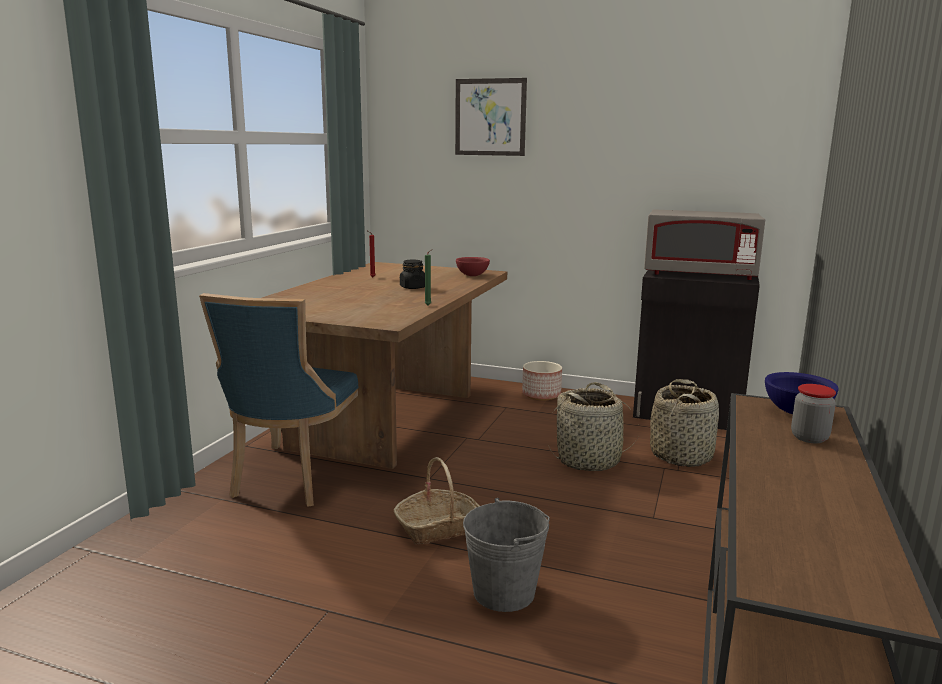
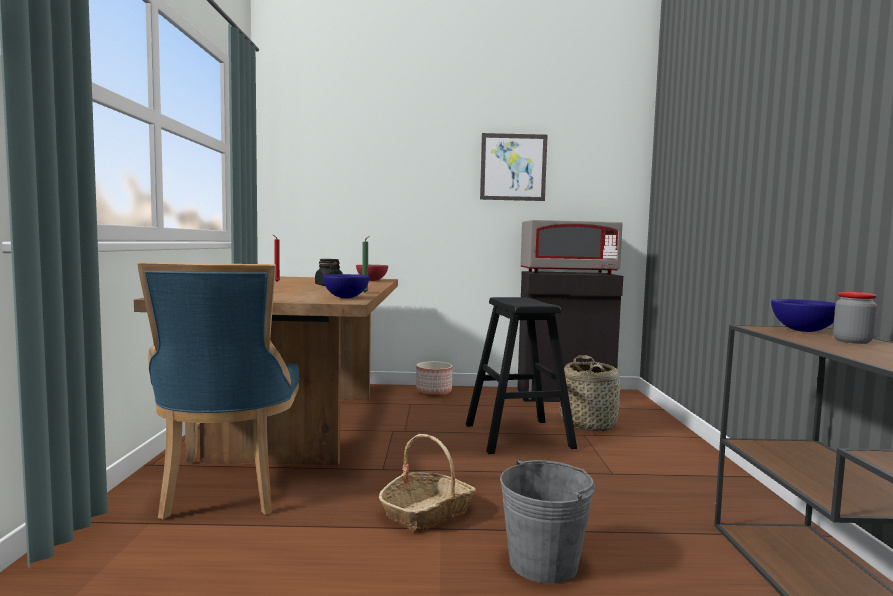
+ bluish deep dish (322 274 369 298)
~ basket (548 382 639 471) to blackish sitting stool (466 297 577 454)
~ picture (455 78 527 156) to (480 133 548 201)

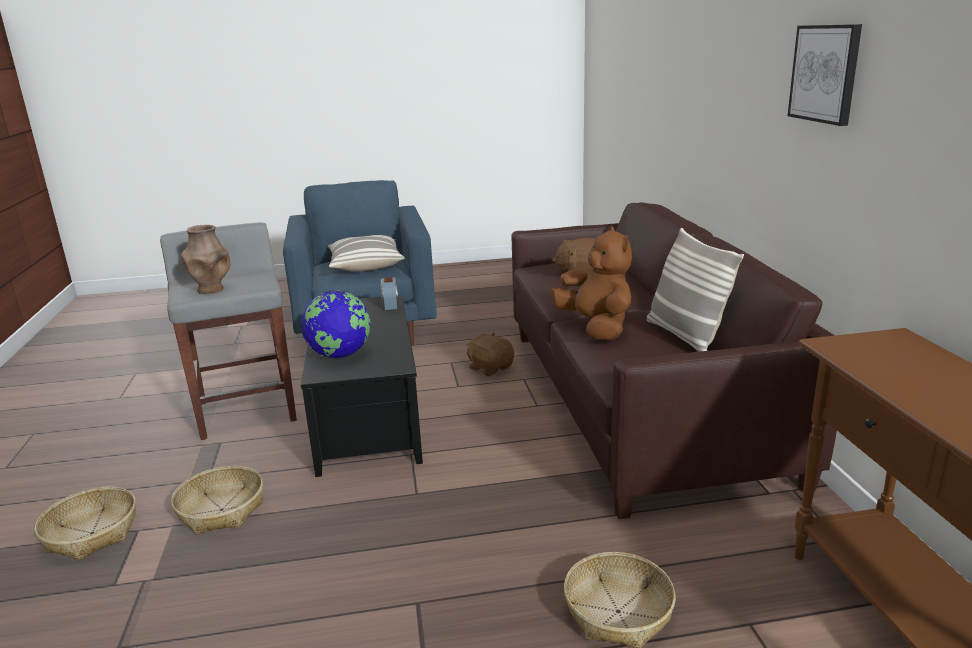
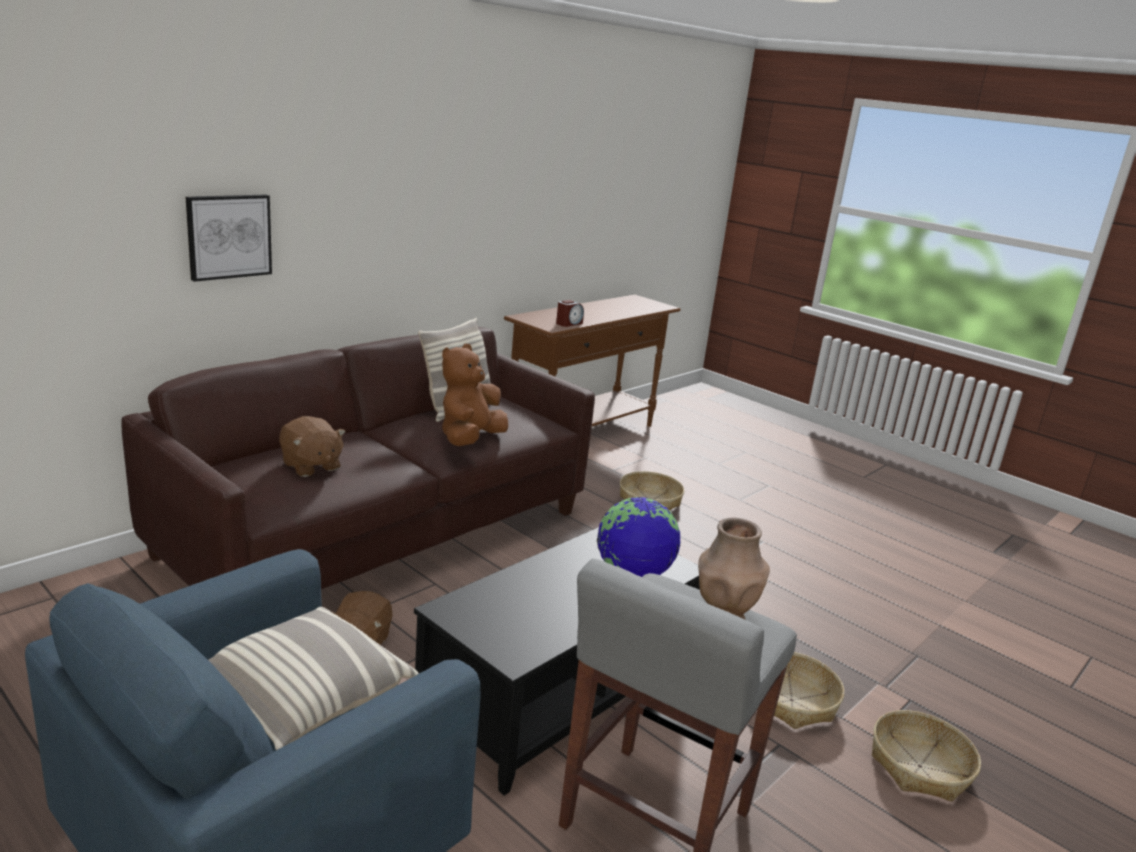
~ picture (788 24 862 126) to (186 194 272 282)
~ bedside clock (380 277 399 310) to (556 300 584 327)

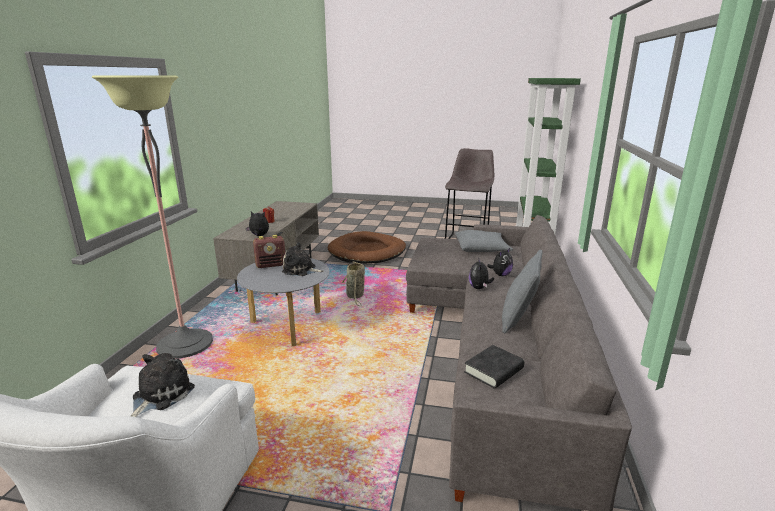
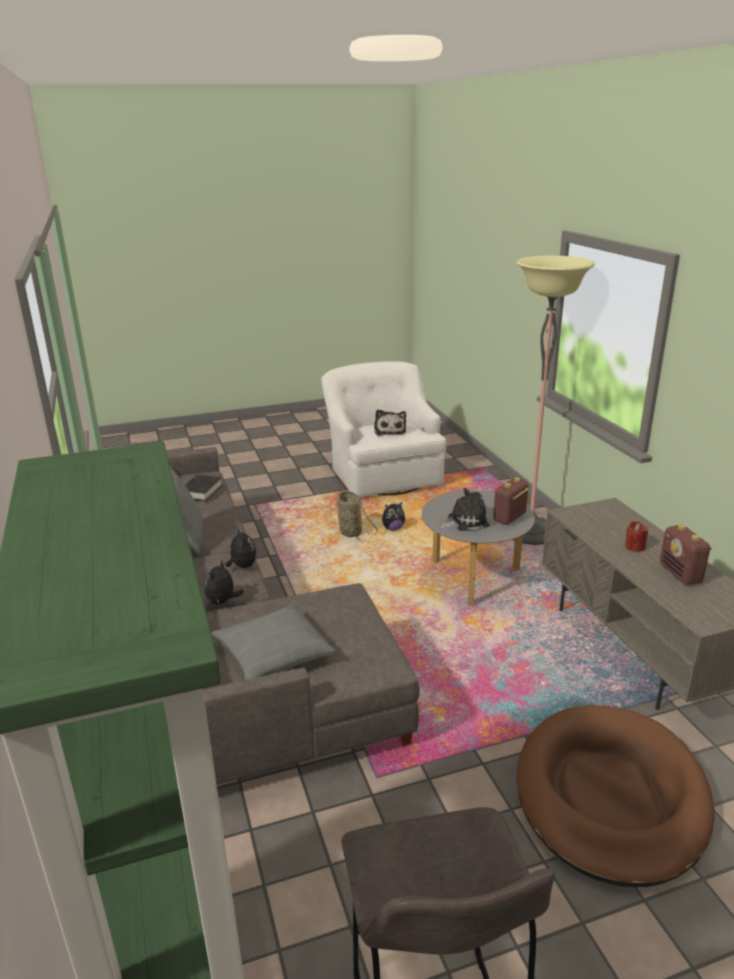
~ basket (342 261 365 306) to (325 491 378 541)
~ plush toy (246 211 269 236) to (382 502 405 530)
+ radio receiver (660 524 712 585)

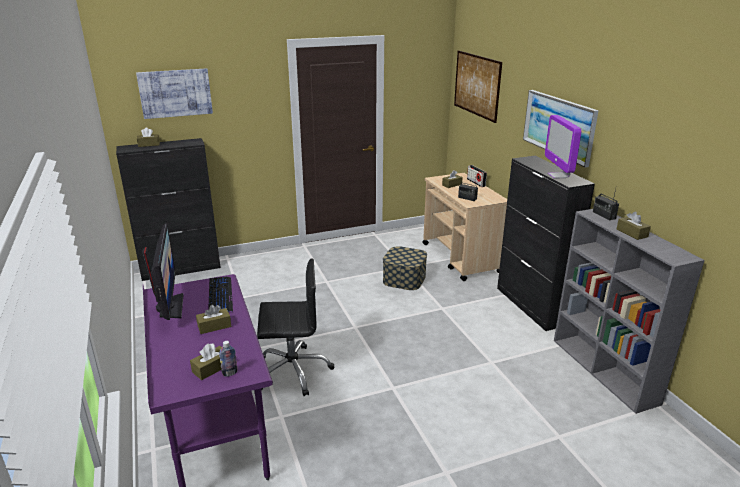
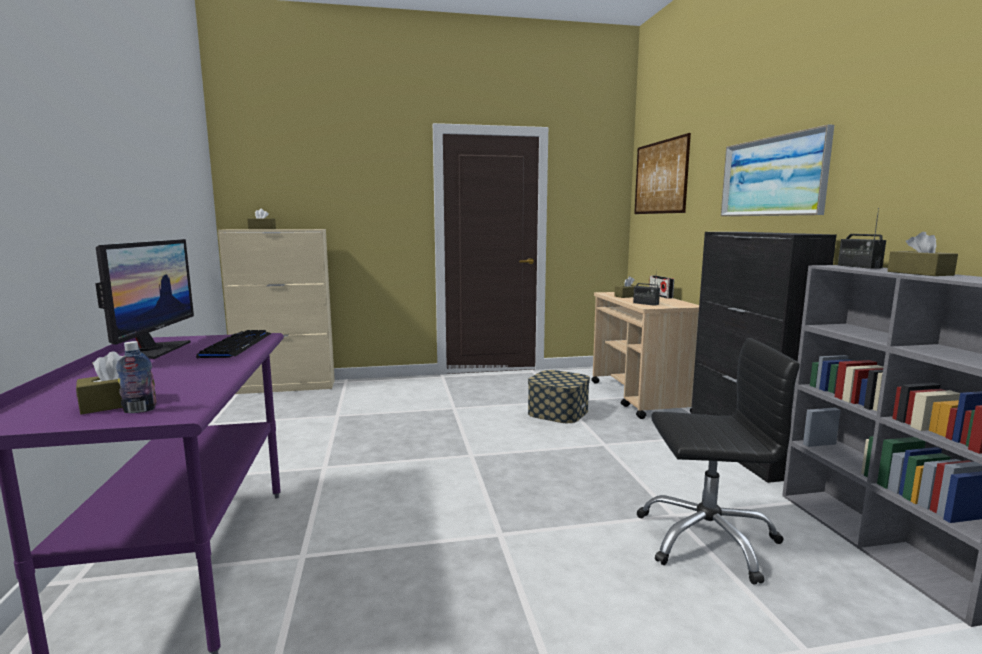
~ blackish storage cabinet (116 138 221 281) to sand-coloured storage cabinet (218 229 335 394)
~ blackish desk chair (257 258 334 396) to (636 338 800 585)
- picture (136 68 213 119)
- brown tissue box (196 305 231 334)
- computer screen (545 115 581 179)

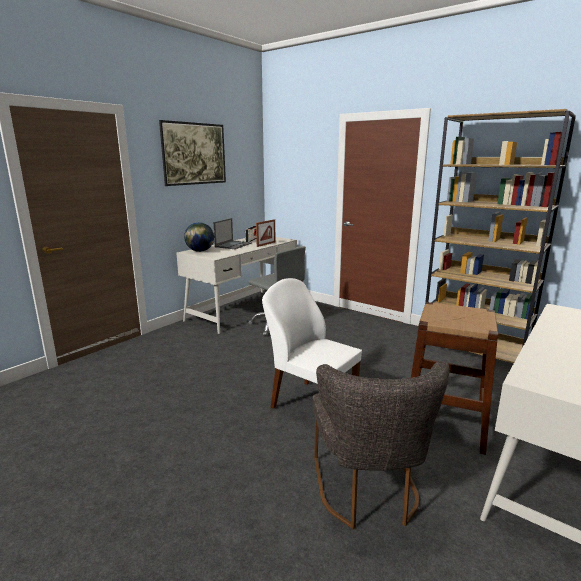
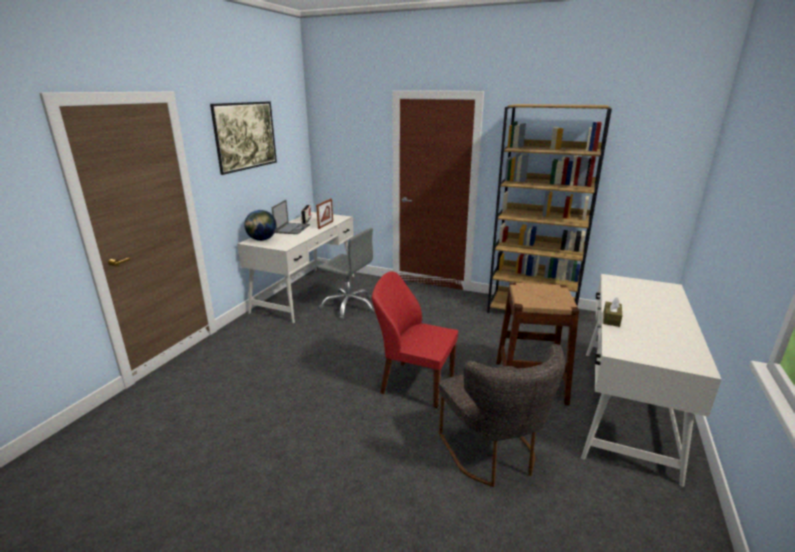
~ whitish plain chair (262 278 362 409) to red-coloured plain chair (372 271 458 408)
+ brown tissue box (603 297 622 327)

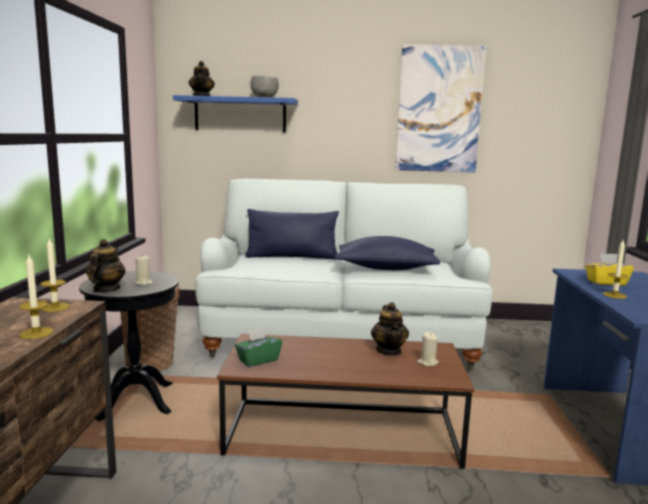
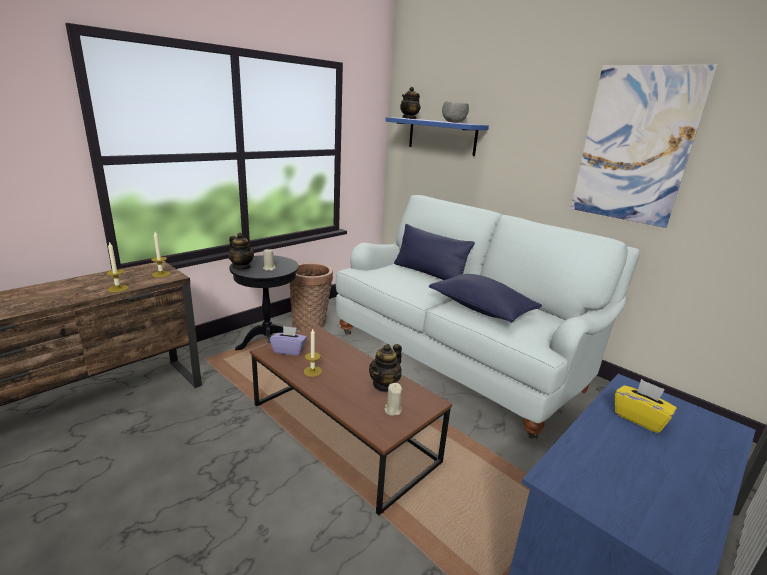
~ teapot (86 239 126 292) = (228 233 254 270) 90 degrees clockwise
~ green tissue box (235 327 282 367) to purple tissue box (270 326 307 356)
~ wax candle (603 240 628 299) to (304 329 322 377)

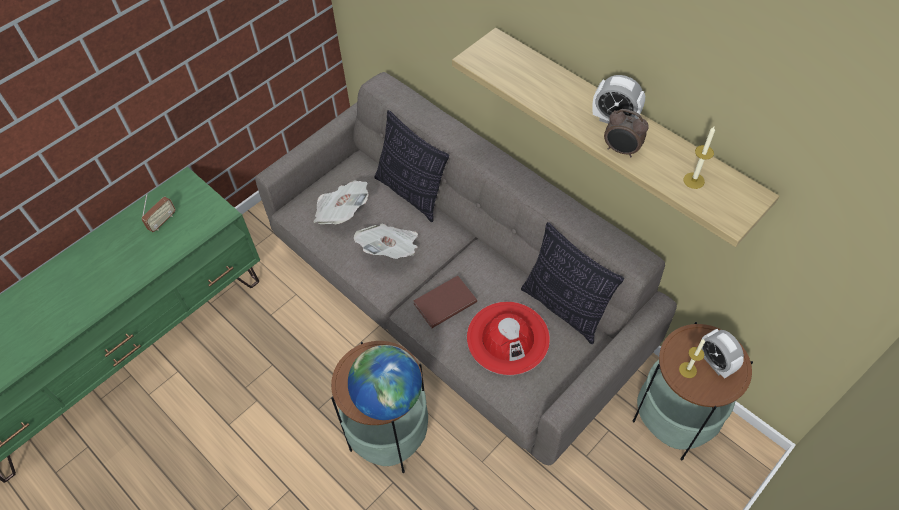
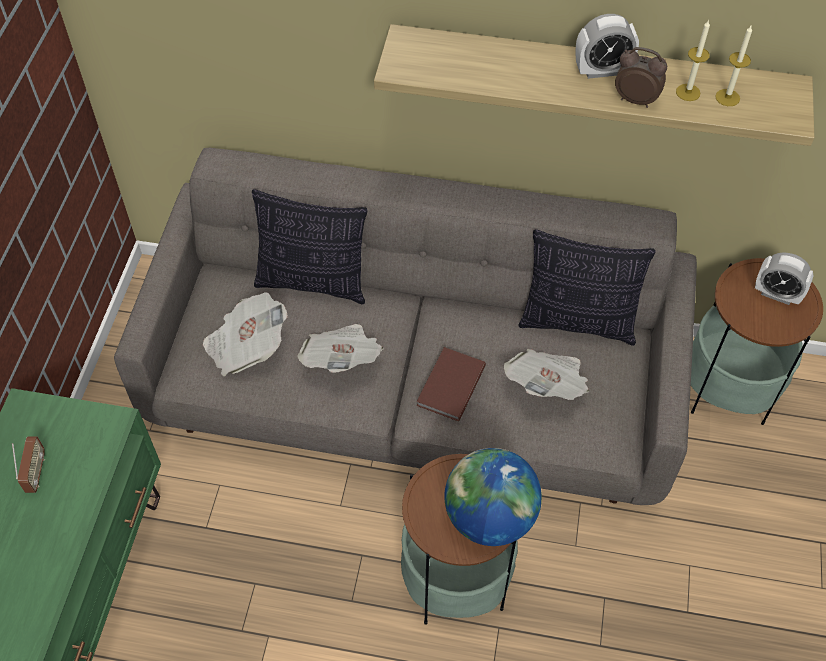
~ red-coloured wearable hat (467 302 550 375) to newspaper (504 349 589 400)
~ bedside clock (604 109 649 157) = (615 47 667 108) 150 degrees counterclockwise
~ wax candle (679 339 705 378) to (676 20 710 101)

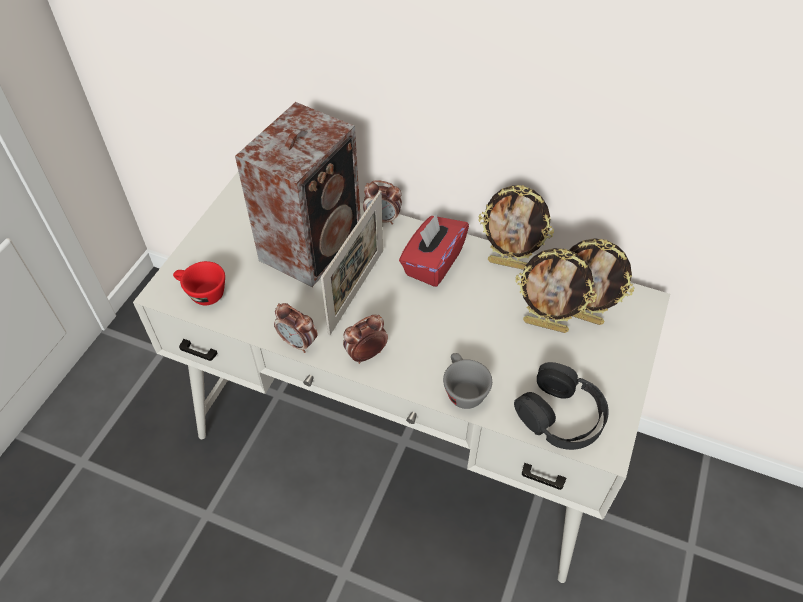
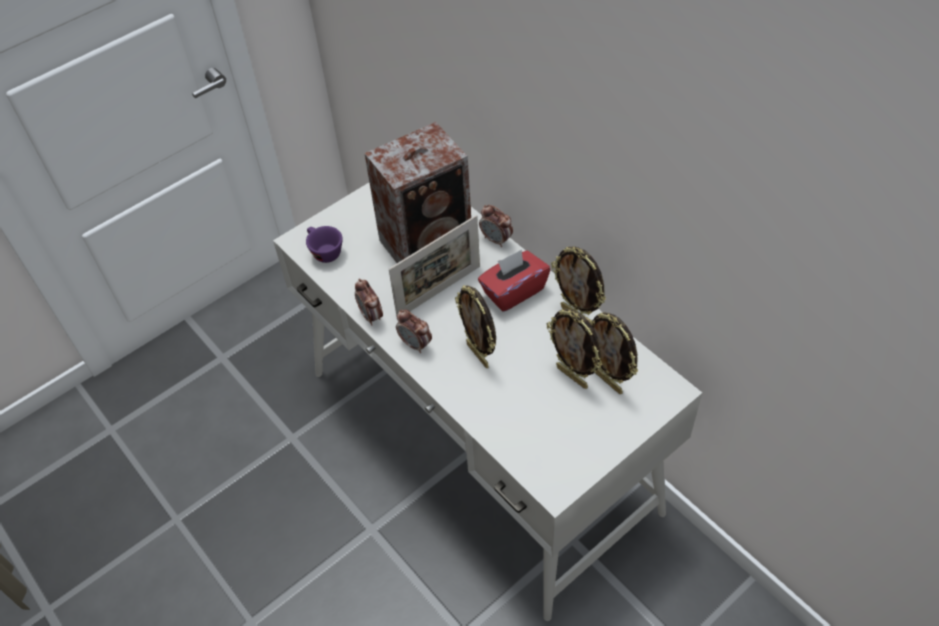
~ red-coloured small cup (173 261 225 305) to purple small cup (306 226 343 263)
~ bedside clock (343 315 388 364) = (396 310 432 353) 135 degrees counterclockwise
+ photo frame (455 285 496 368)
- gray small cup (443 353 492 409)
- blackish headphones (514 362 609 450)

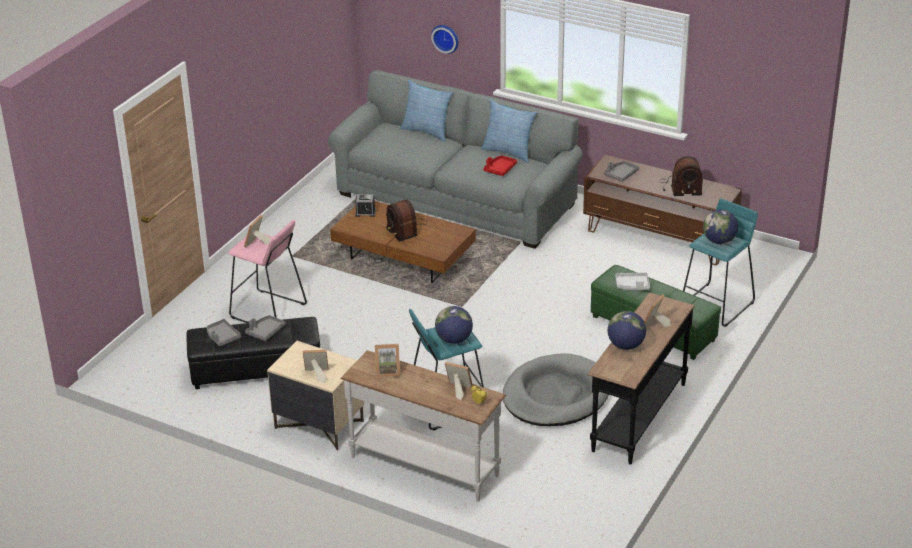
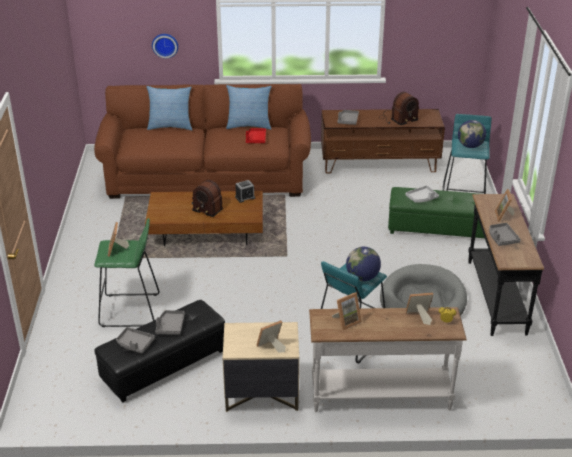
~ gray settee (328 70 583 249) to brown settee (94 84 311 199)
~ pink sitting stool (228 220 307 323) to green sitting stool (94 218 160 327)
~ bedside clock (355 194 376 217) to (235 180 255 203)
~ globe (608 311 646 350) to gray tray (489 223 521 246)

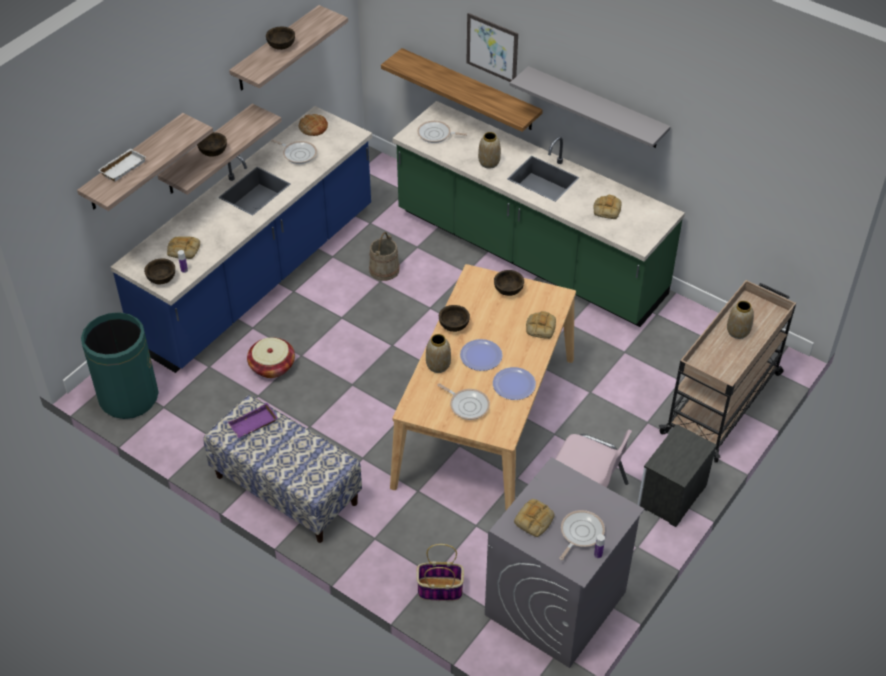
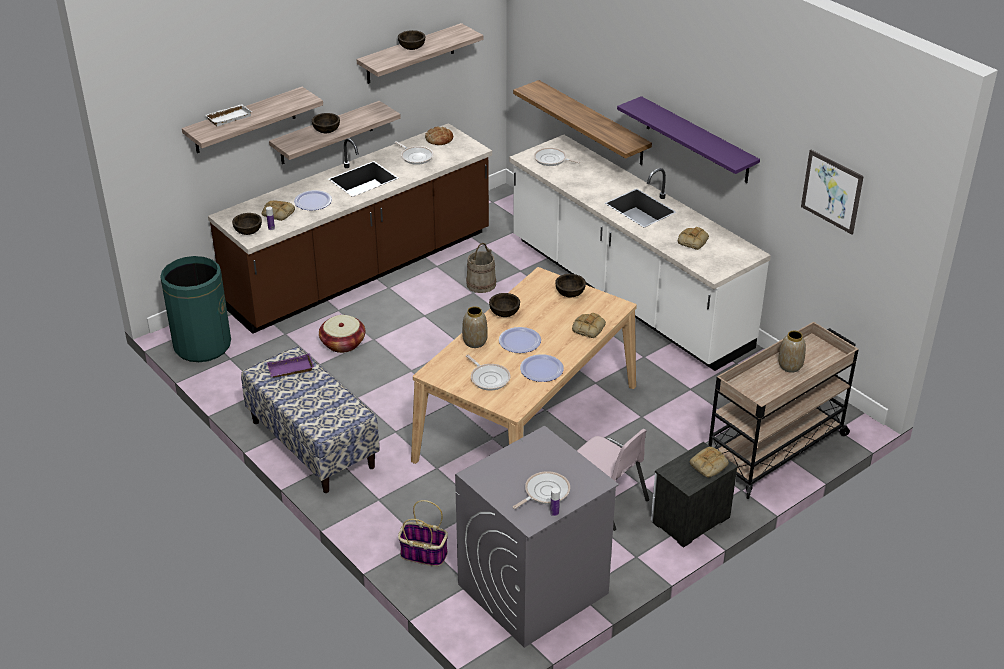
~ bluish kitchen counter (111 106 372 373) to brown kitchen counter (208 123 492 334)
+ flat dish (294 190 332 210)
~ green kitchen counter (392 101 685 327) to whitish kitchen counter (509 135 771 371)
~ gray wall shelf (510 66 671 148) to purple wall shelf (617 96 760 183)
~ bakery bread (514 499 555 537) to (690 447 729 478)
~ picture (467 13 518 82) to (801 150 864 235)
- decorative vase (478 132 501 169)

